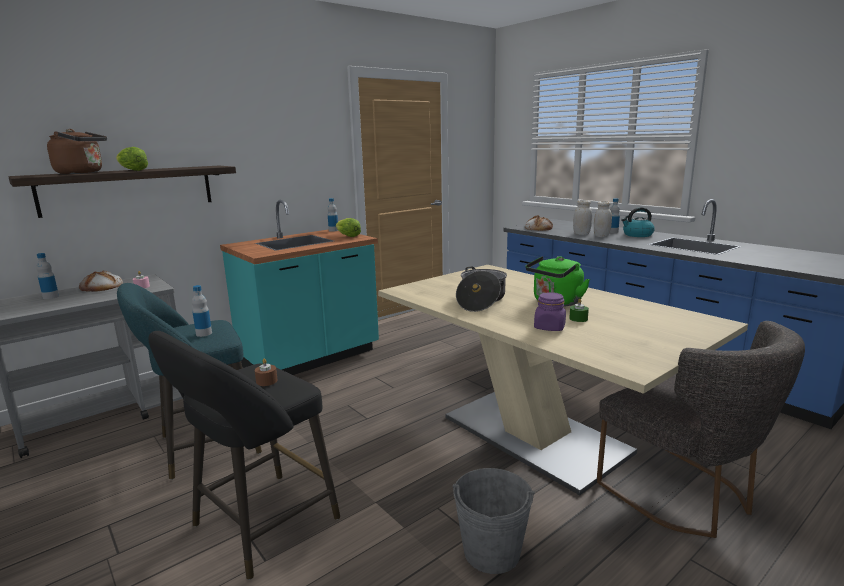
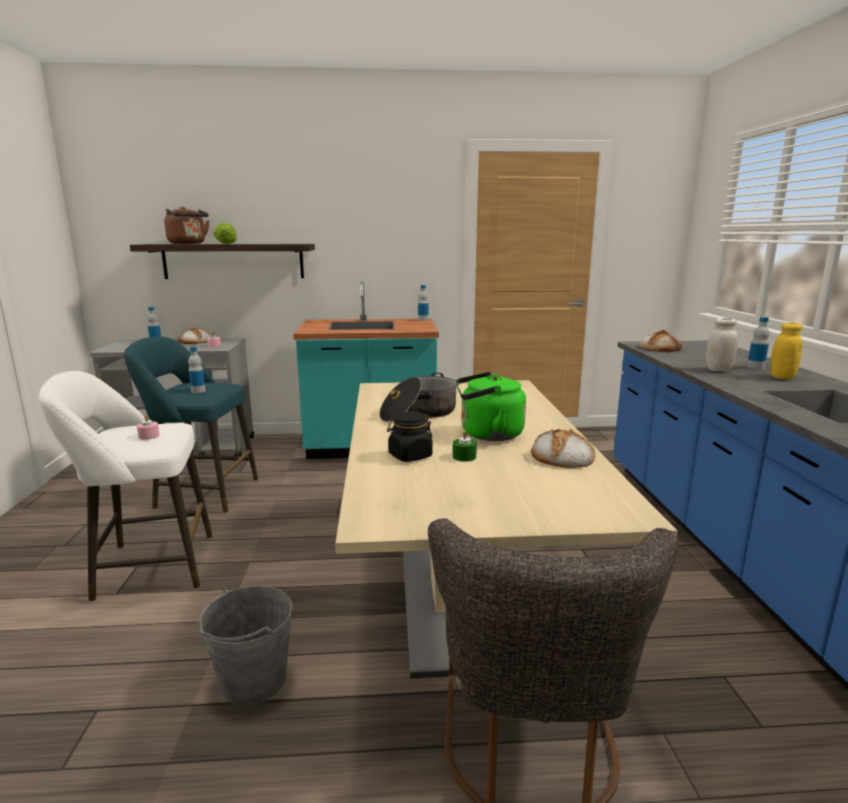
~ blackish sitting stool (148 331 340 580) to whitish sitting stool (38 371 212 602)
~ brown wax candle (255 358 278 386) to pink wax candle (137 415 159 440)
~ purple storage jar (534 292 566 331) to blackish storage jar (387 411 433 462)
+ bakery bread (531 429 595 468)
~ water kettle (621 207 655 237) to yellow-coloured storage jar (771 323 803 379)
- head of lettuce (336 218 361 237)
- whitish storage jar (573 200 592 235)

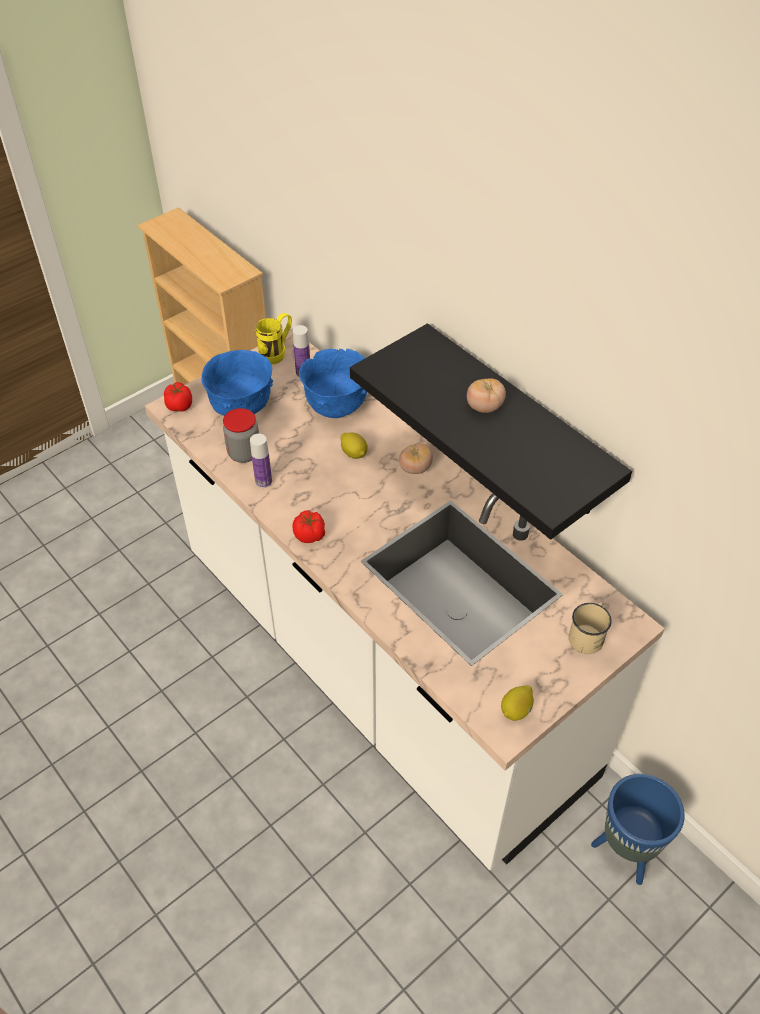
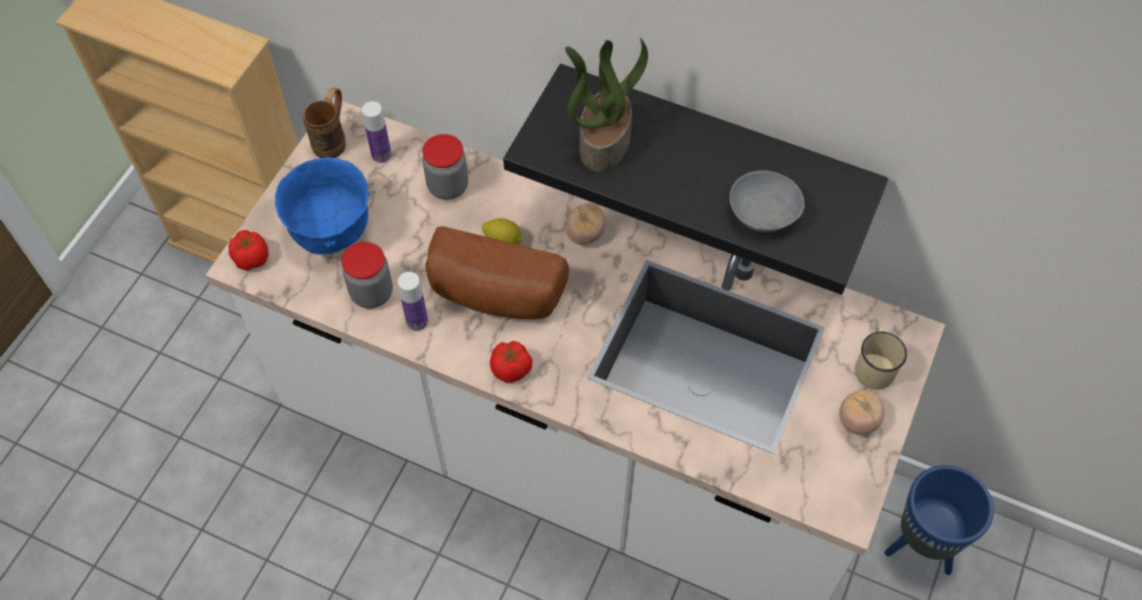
~ yellow-coloured tea mug (256 313 292 365) to brown tea mug (303 87 346 158)
~ bluish deep dish (299 349 367 418) to storage jar (422 134 468 200)
+ bakery bread (425 226 569 319)
+ plant in a pot (565 38 648 172)
+ gray deep dish (729 171 805 232)
~ fresh tomato (467 378 506 413) to (840 390 885 434)
- whole lemon (501 685 534 721)

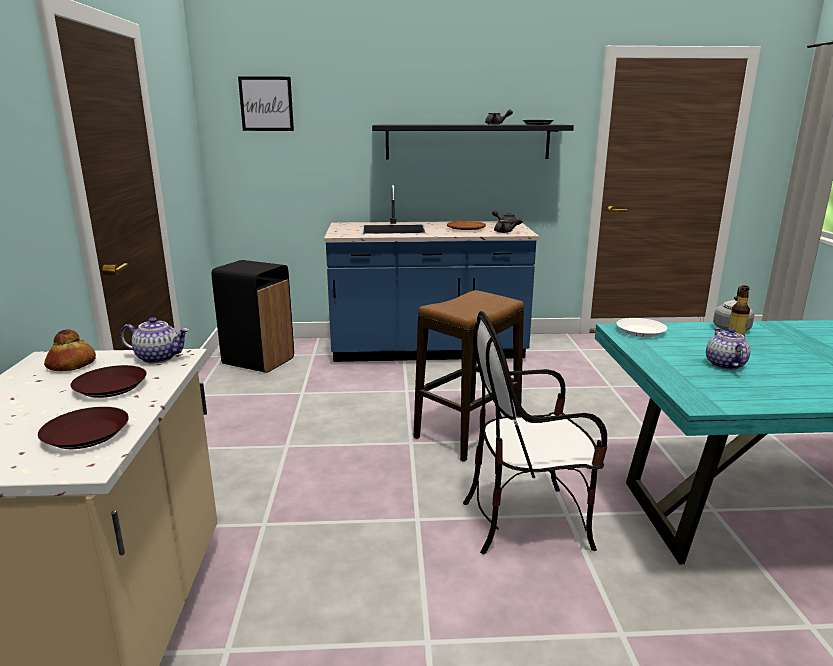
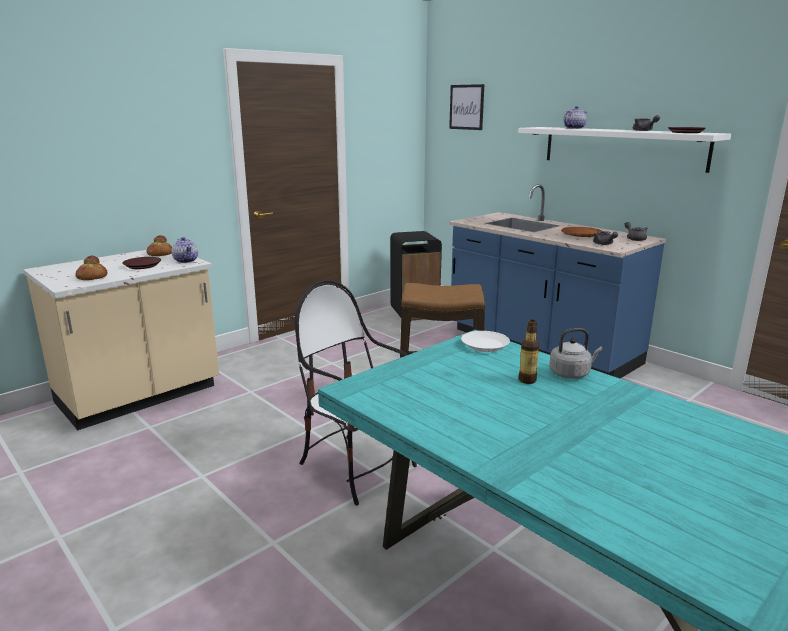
~ brown flat dish (38 407 129 449) to bakery bread (75 256 108 280)
~ blackish wall shelf (372 124 574 160) to whitish wall shelf (518 127 731 173)
~ teapot (706 328 751 370) to (564 106 587 129)

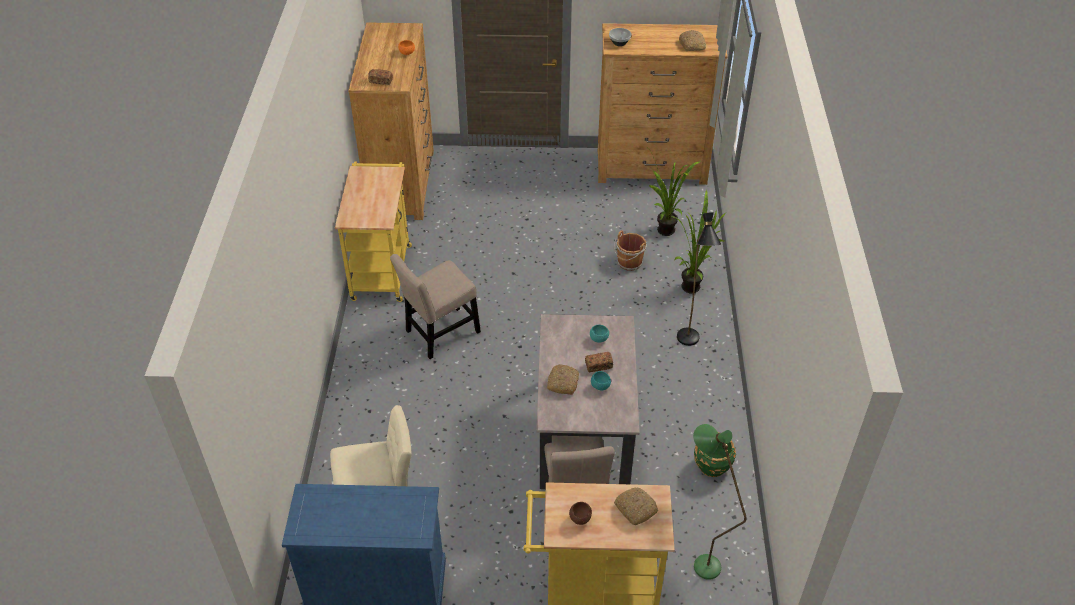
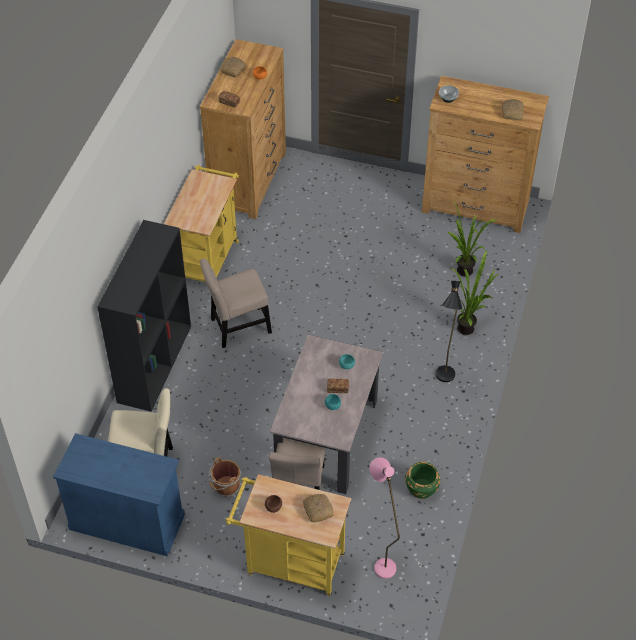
+ blackish shelving unit (97 220 191 412)
~ brown water bucket (614 230 647 271) to (209 457 242 497)
~ bakery bread (547 364 579 395) to (221 57 247 78)
~ green floor lamp (693 424 747 580) to pink floor lamp (369 458 400 579)

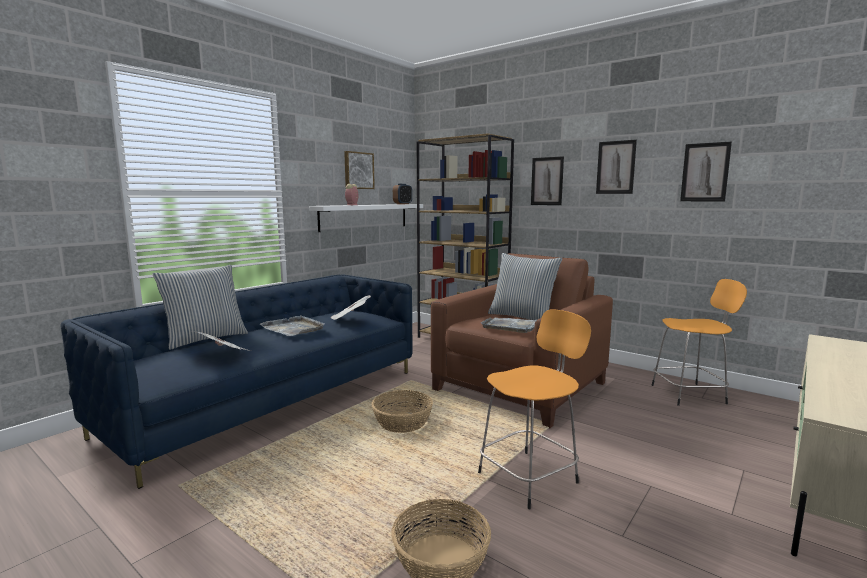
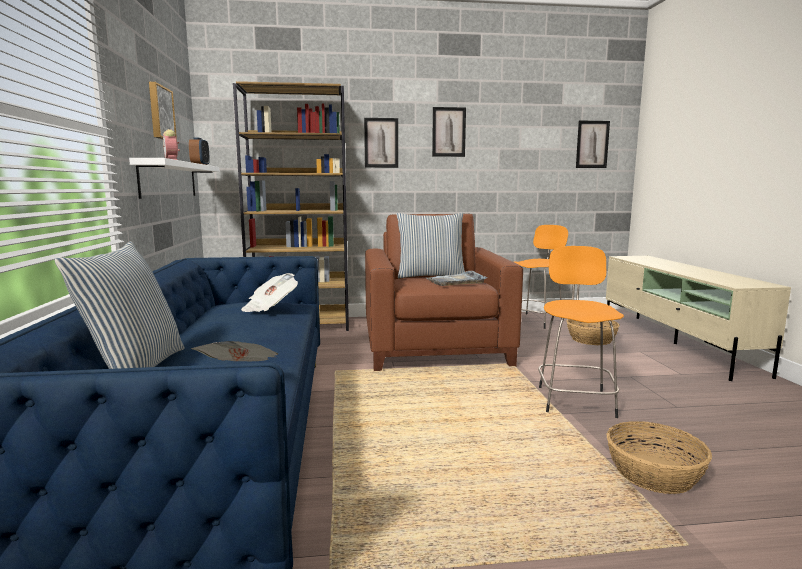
~ basket (372 390 433 433) to (566 319 620 345)
~ picture (680 141 732 202) to (576 120 610 168)
- gray tray (260 315 325 336)

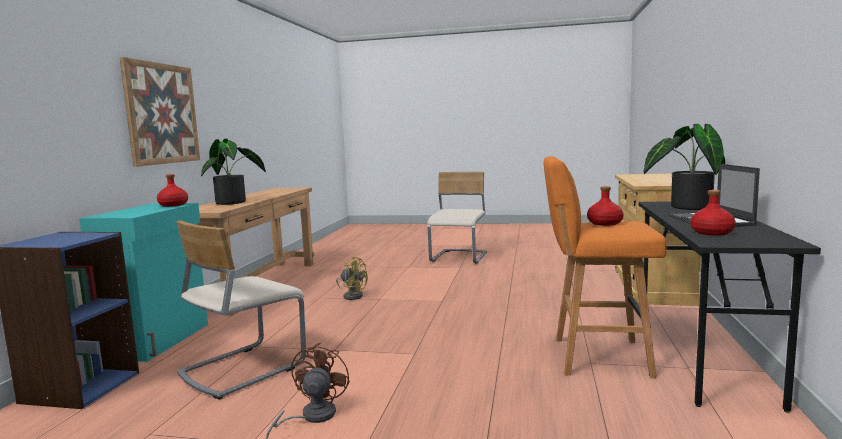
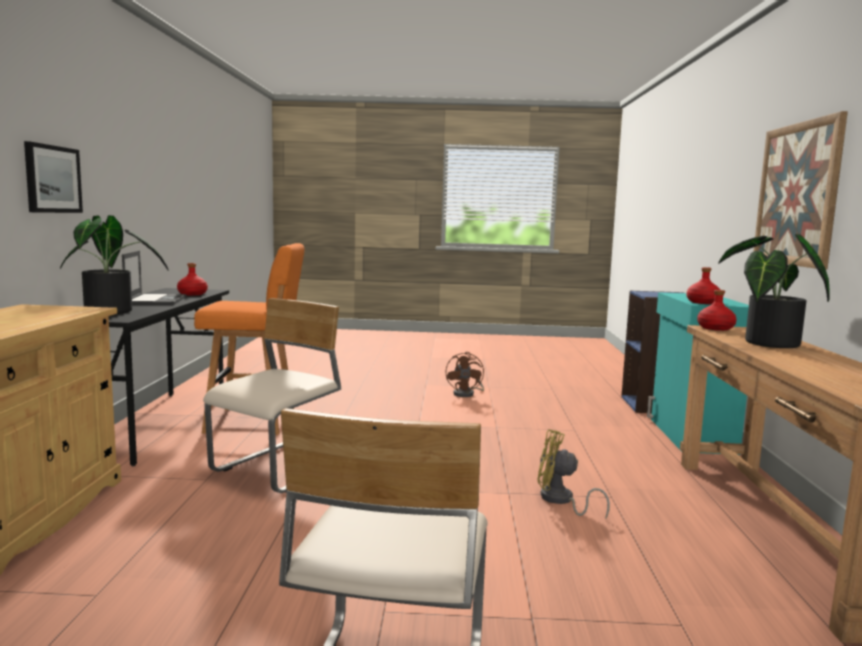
+ picture (24 141 83 213)
~ sand-coloured plain chair (176 221 306 400) to (203 298 341 493)
~ red-coloured bottle (587 186 624 226) to (697 290 737 331)

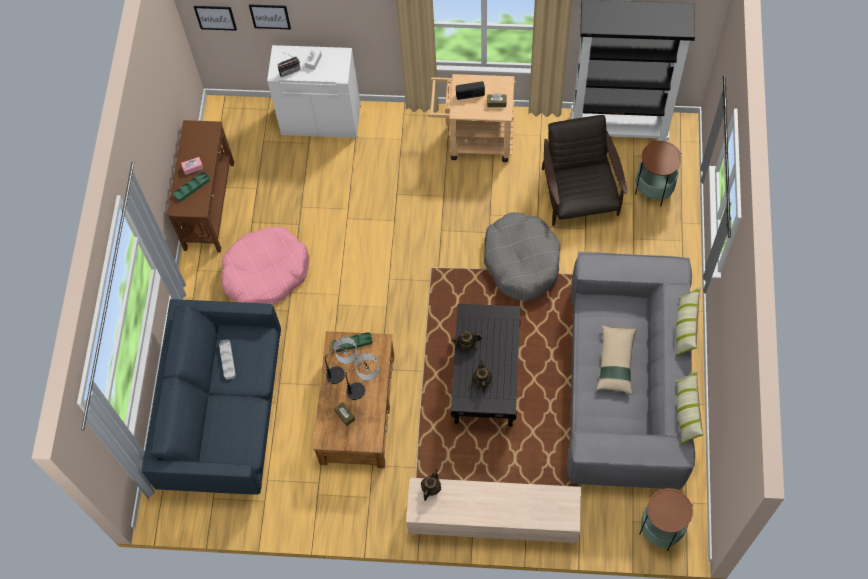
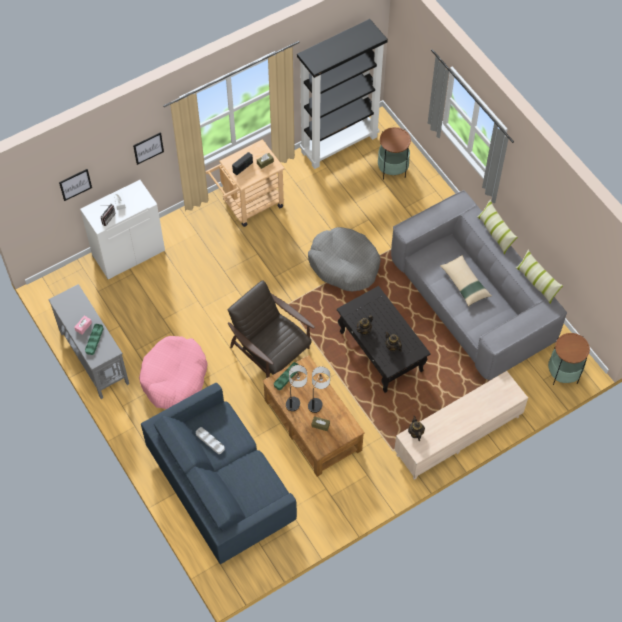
~ brown hall table (167 120 234 253) to gray hall table (48 284 129 399)
~ picture (194 6 237 31) to (133 132 164 165)
~ brown lounge chair (542 115 627 226) to (228 280 315 378)

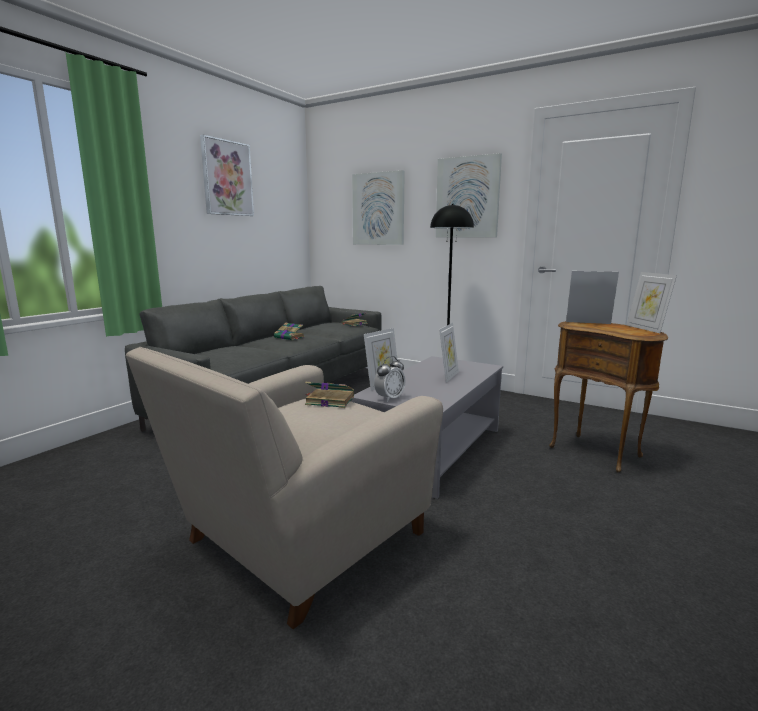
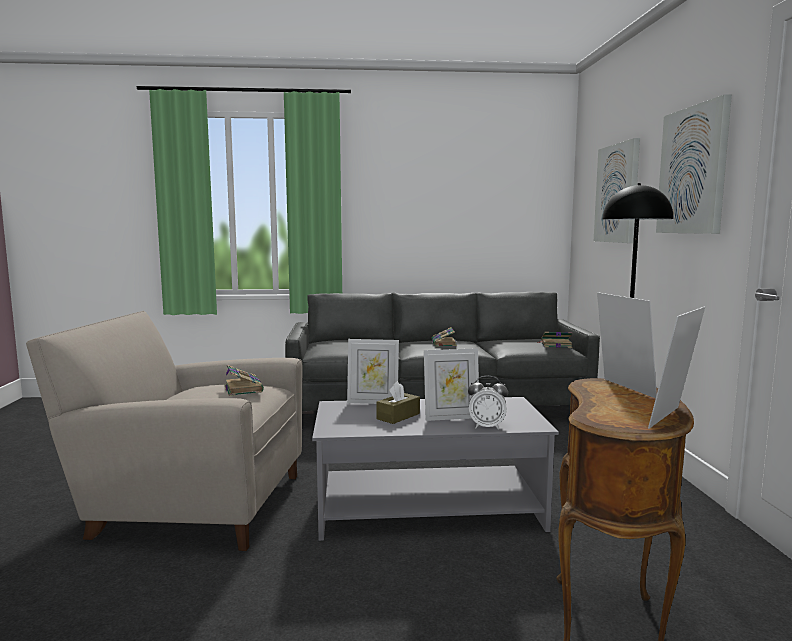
+ brown tissue box (376 381 420 424)
~ bedside clock (374 356 405 402) to (468 376 508 430)
- picture (200 135 254 216)

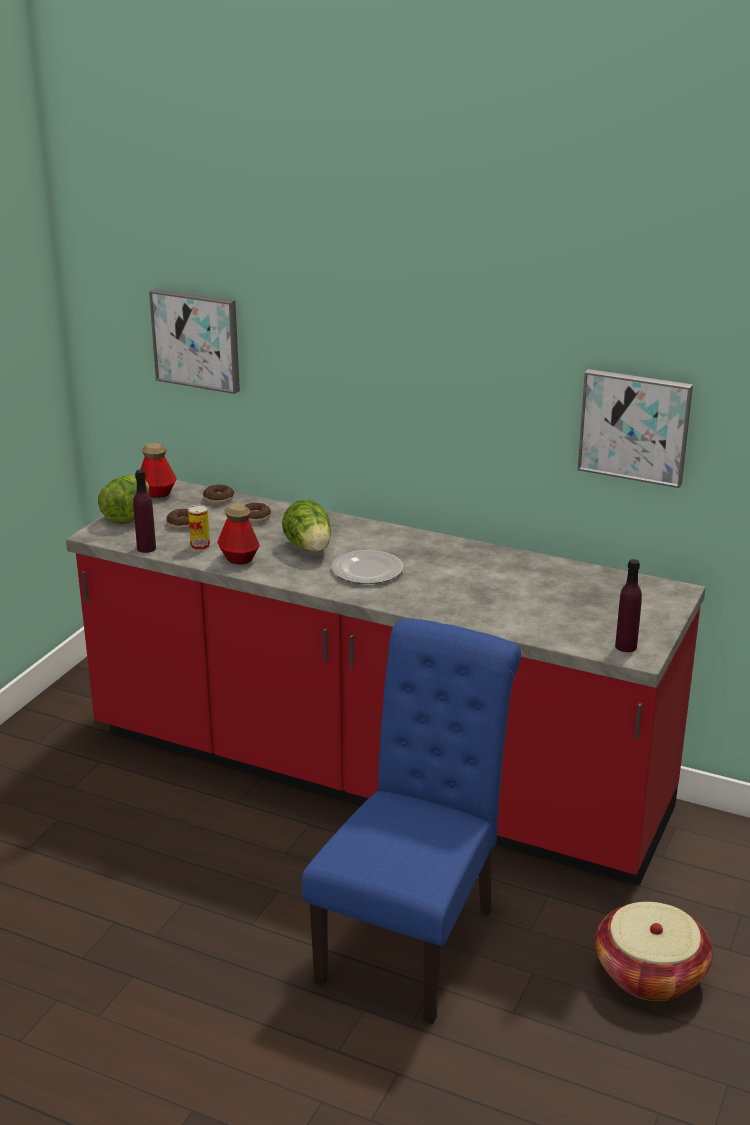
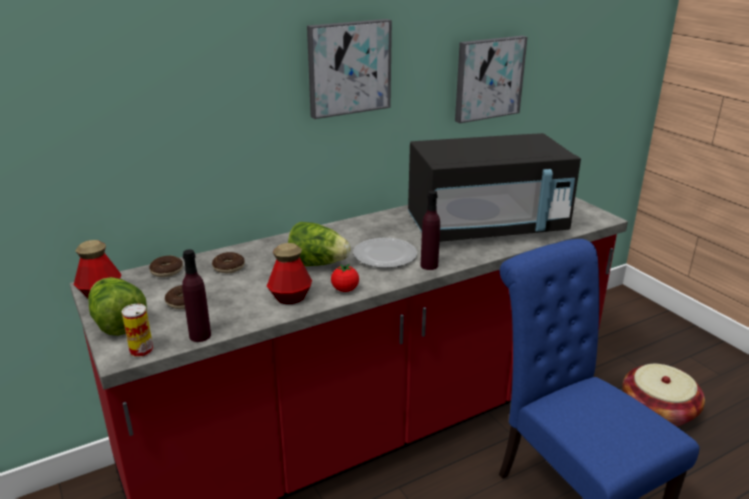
~ can (188 505 210 551) to (122 304 153 358)
~ picture (149 289 240 394) to (307 19 392 119)
+ fresh tomato (331 264 359 292)
+ blackish microwave oven (408 133 581 242)
~ purple bottle (615 559 642 652) to (420 191 440 270)

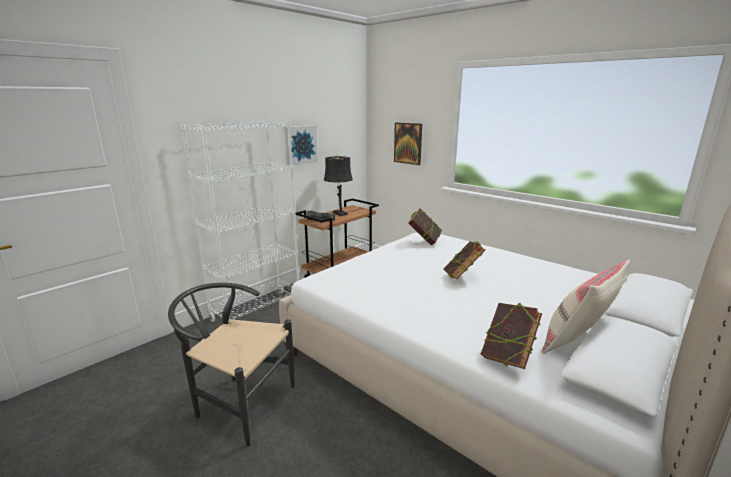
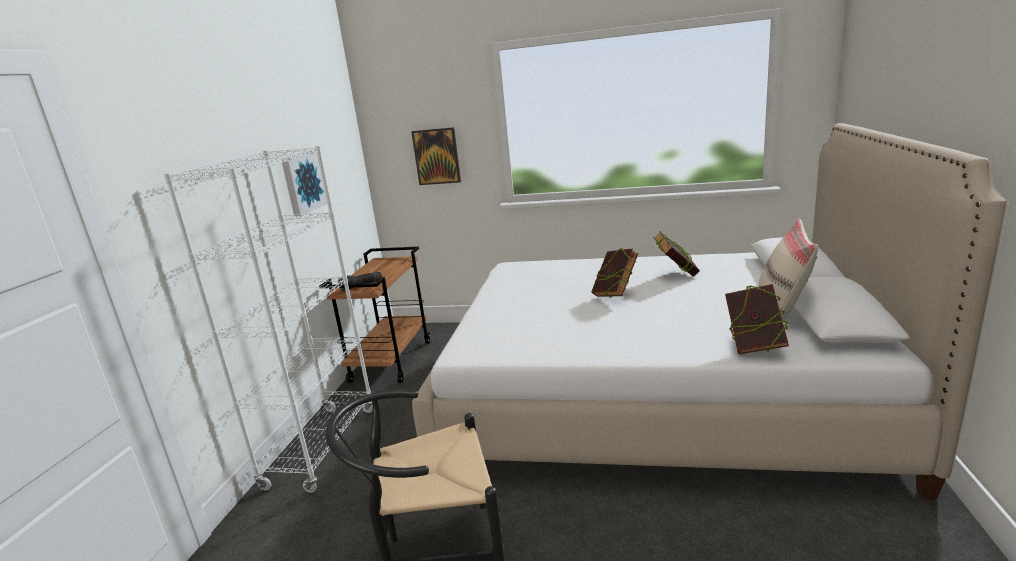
~ bound book (408 208 442 246) to (653 231 700 277)
- blackish lamp for a table (324 155 353 216)

